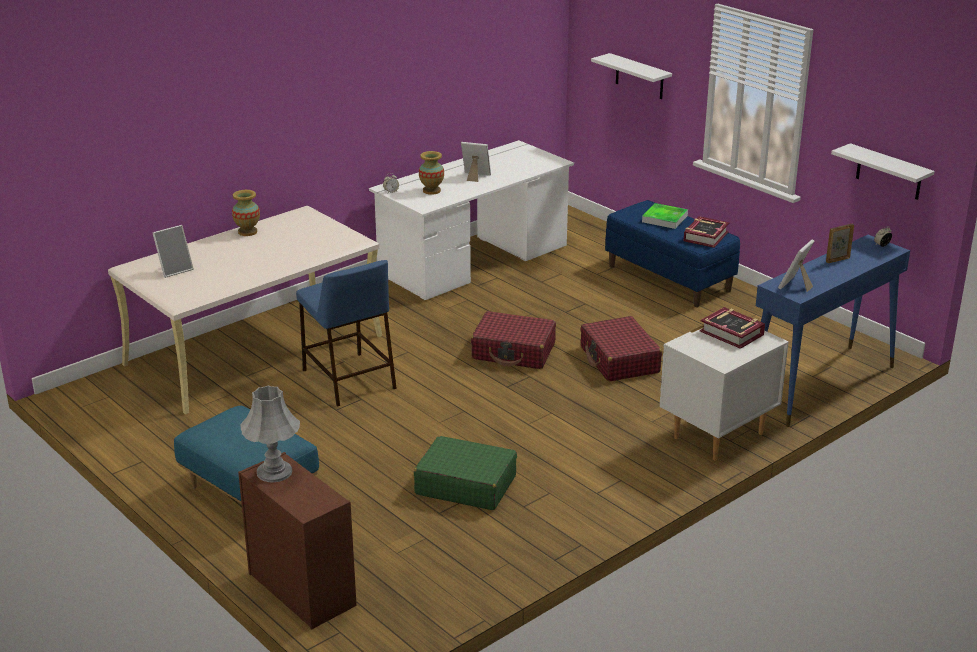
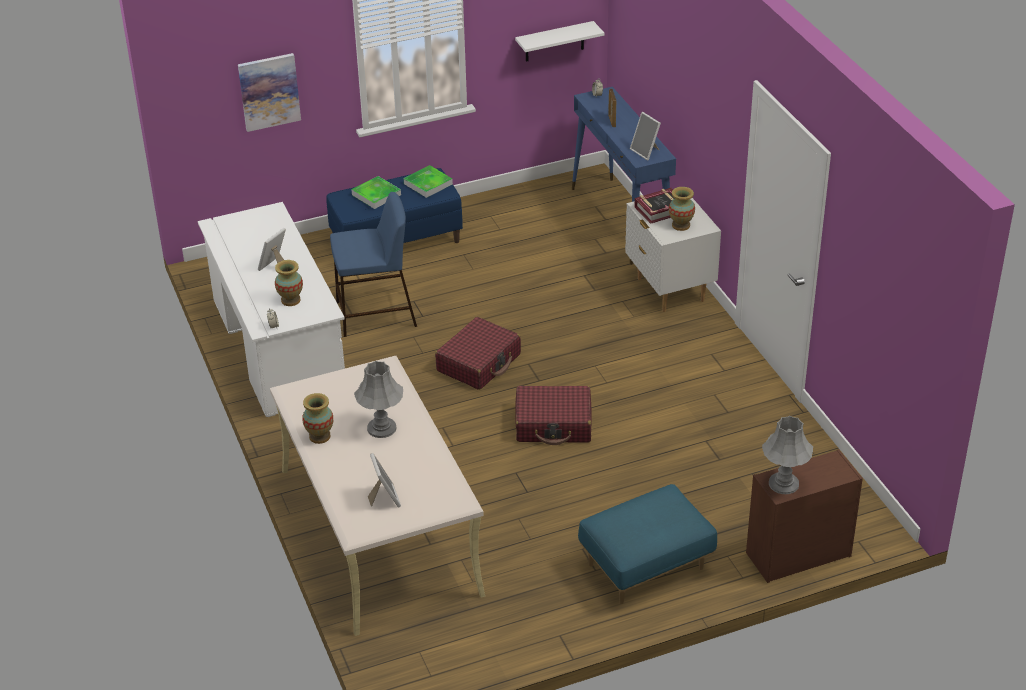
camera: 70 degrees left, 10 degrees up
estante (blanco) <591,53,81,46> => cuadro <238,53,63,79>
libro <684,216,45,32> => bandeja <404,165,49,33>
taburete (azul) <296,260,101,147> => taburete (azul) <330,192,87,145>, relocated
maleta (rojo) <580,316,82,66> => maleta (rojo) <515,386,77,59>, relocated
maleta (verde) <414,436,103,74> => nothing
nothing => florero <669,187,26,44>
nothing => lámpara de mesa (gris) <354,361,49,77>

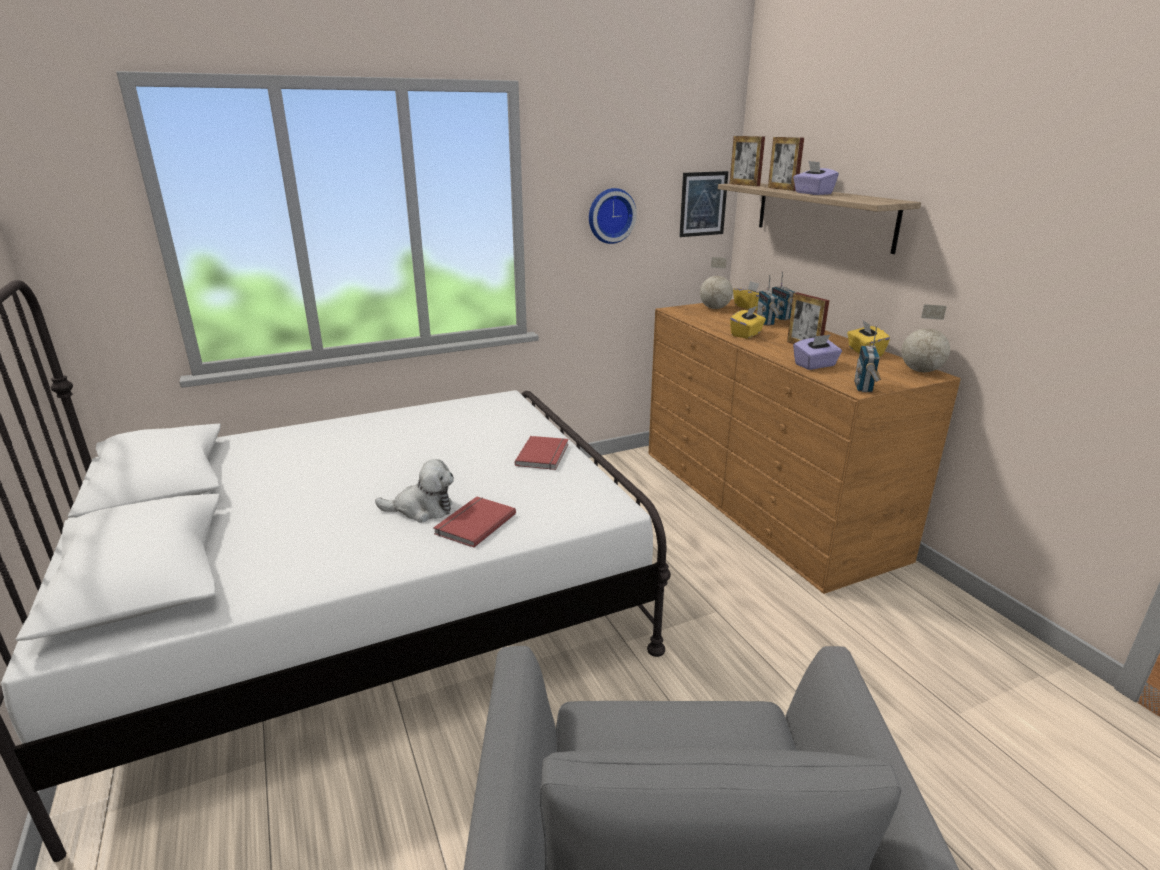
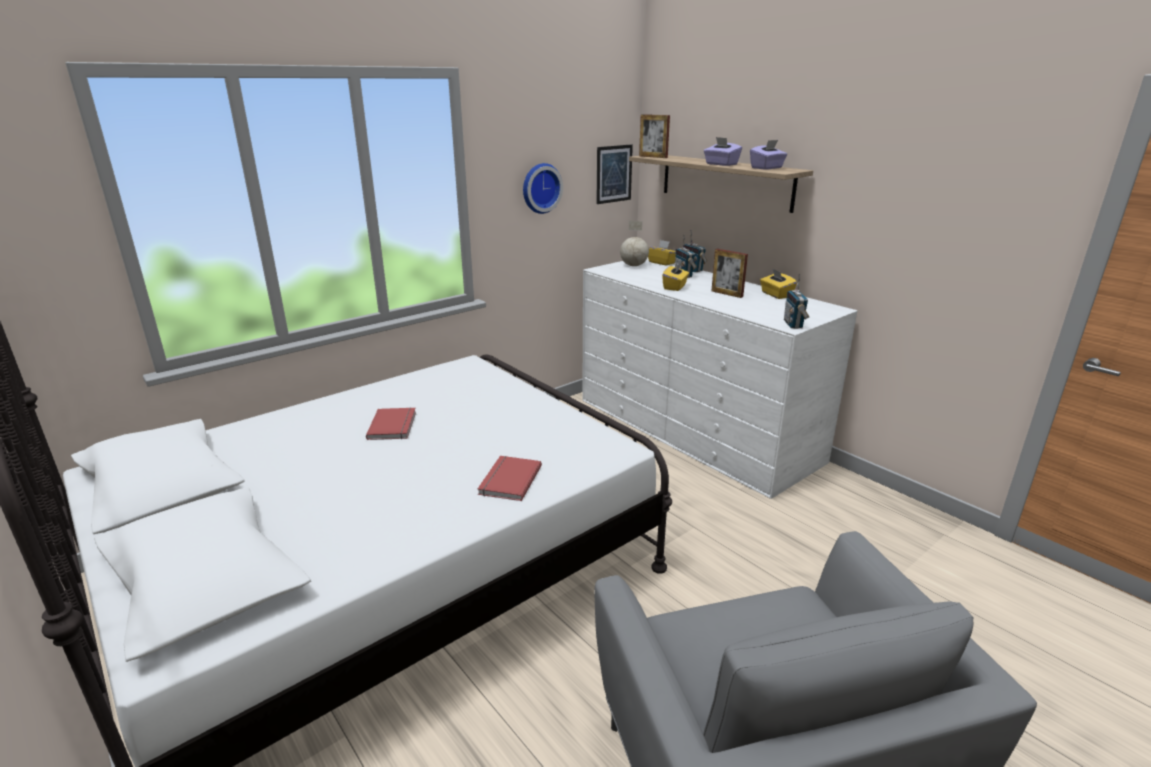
camera: 15 degrees left, 0 degrees up
portarretratos <768,137,36,54> => nothing
cómoda (marrón) <649,299,312,295> => cómoda (blanco) <582,258,275,241>
globo terráqueo <901,304,49,68> => nothing
caja de pañuelos (morado) <793,334,49,36> => caja de pañuelos (morado) <750,140,37,30>, relocated
libro (rojo) <515,436,54,34> => libro (rojo) <366,407,50,33>, relocated
peluche <375,459,79,64> => nothing

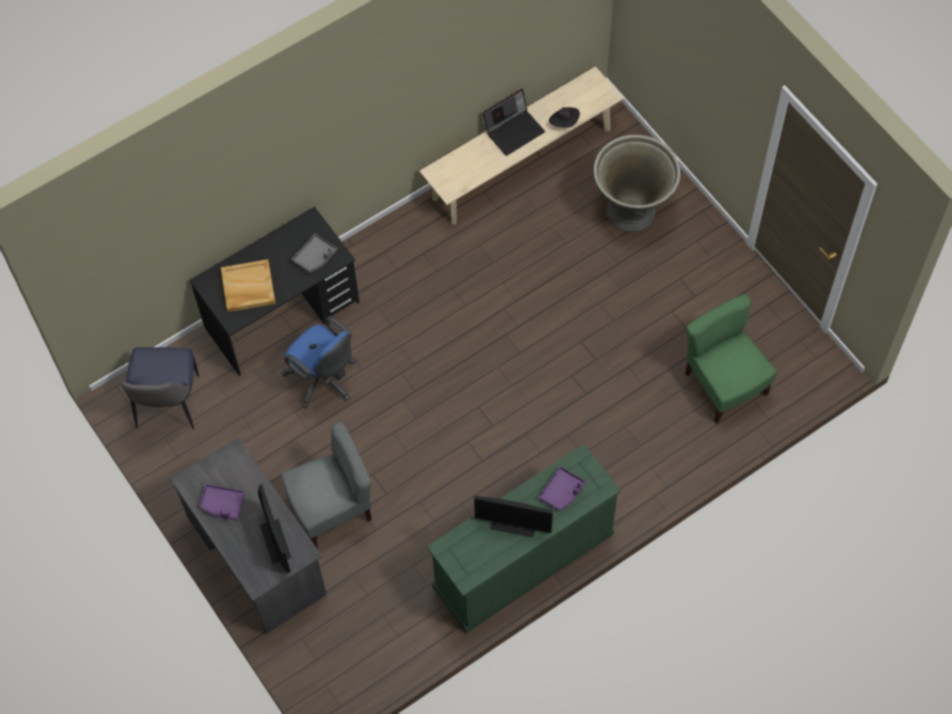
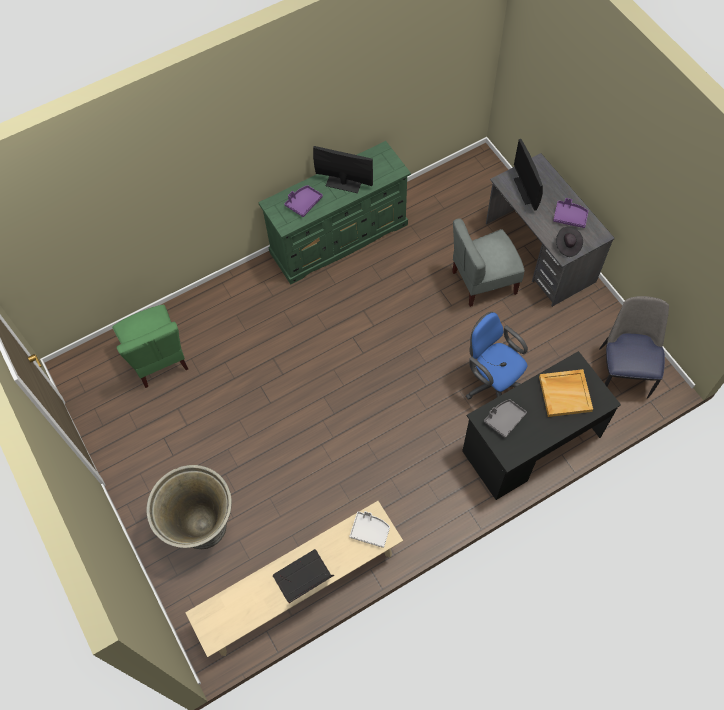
camera: 175 degrees left, 0 degrees up
sombrero (negro) <549,107,31,21> => sombrero (negro) <556,227,27,30>, relocated
nothing => bandeja (gris) <349,511,41,37>

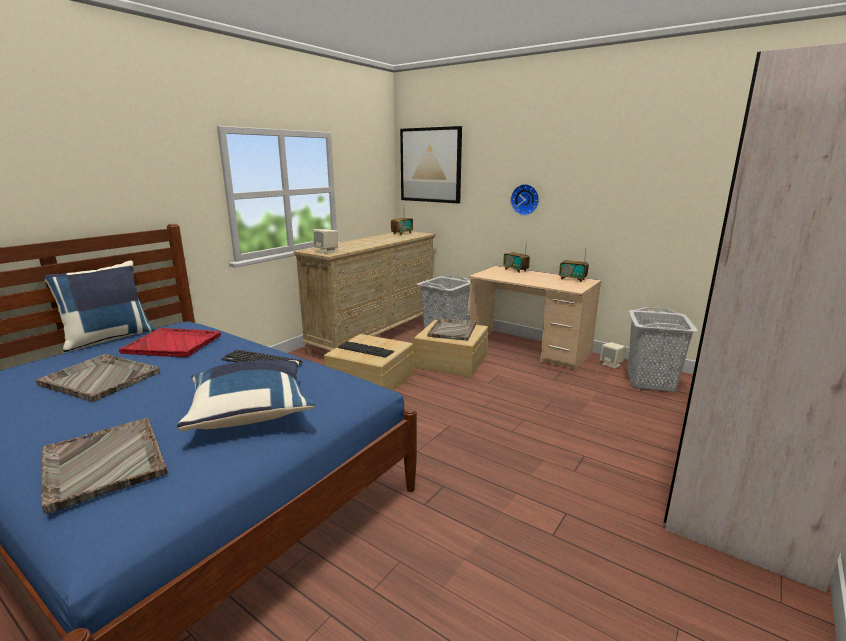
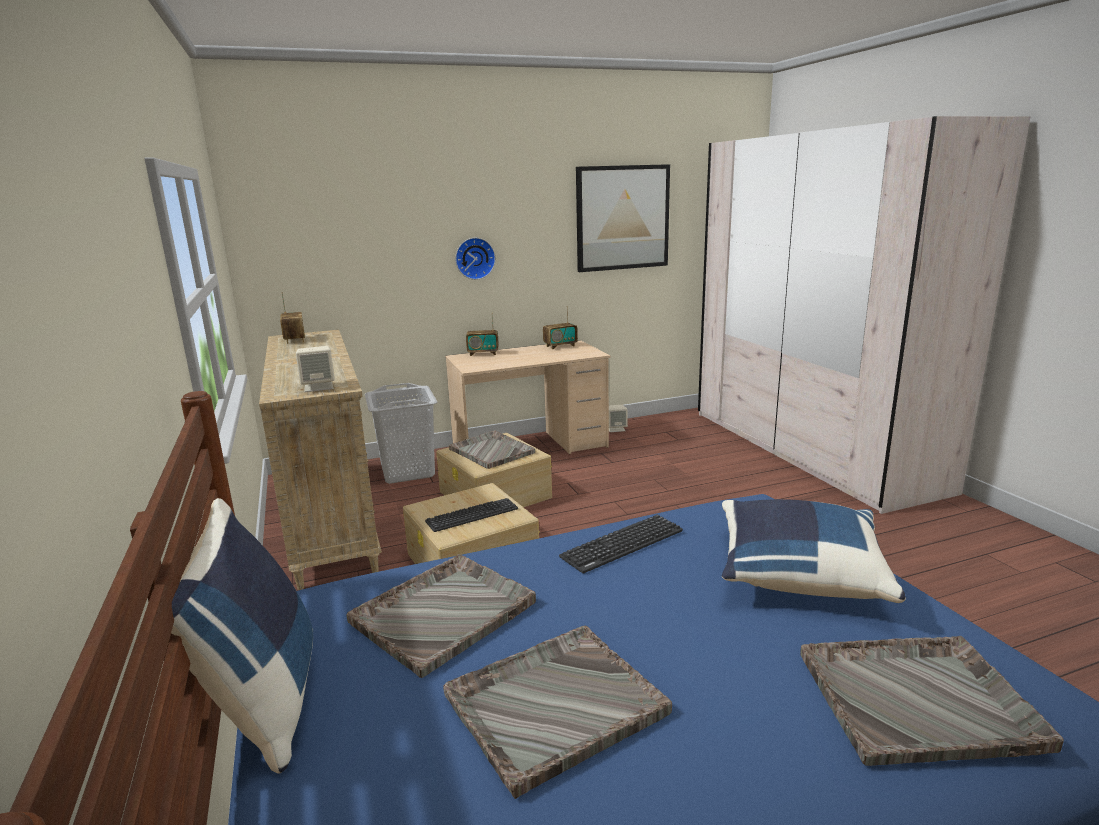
camera: 55 degrees left, 0 degrees up
cuadro <400,126,62,77> => cuadro <576,164,94,108>, relocated
cesto de la ropa (gris) <627,307,71,85> => nothing
bandeja (rojo) <119,328,102,29> => bandeja (gris) <347,554,189,124>

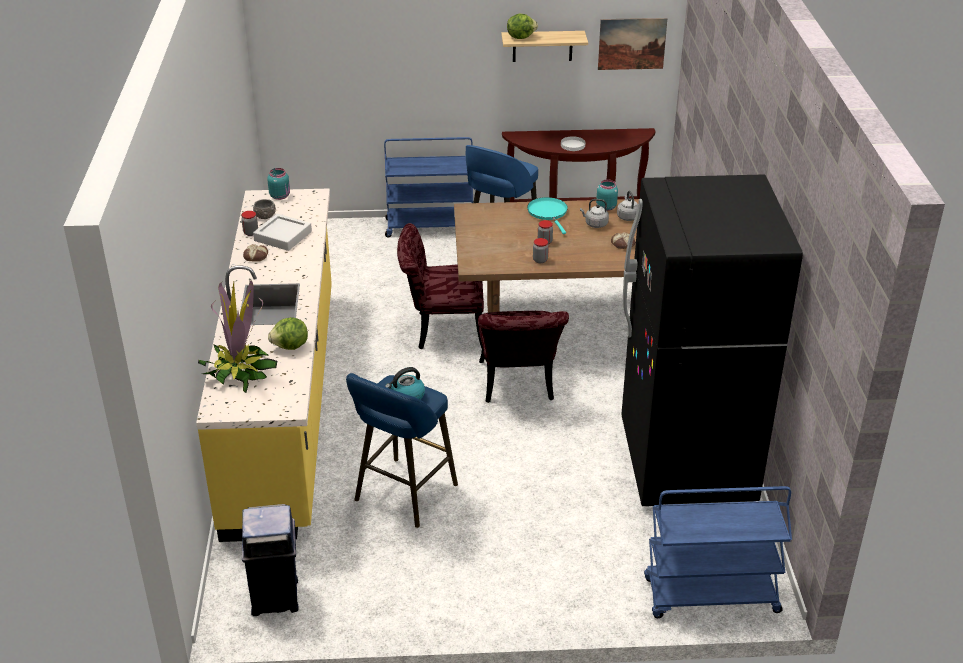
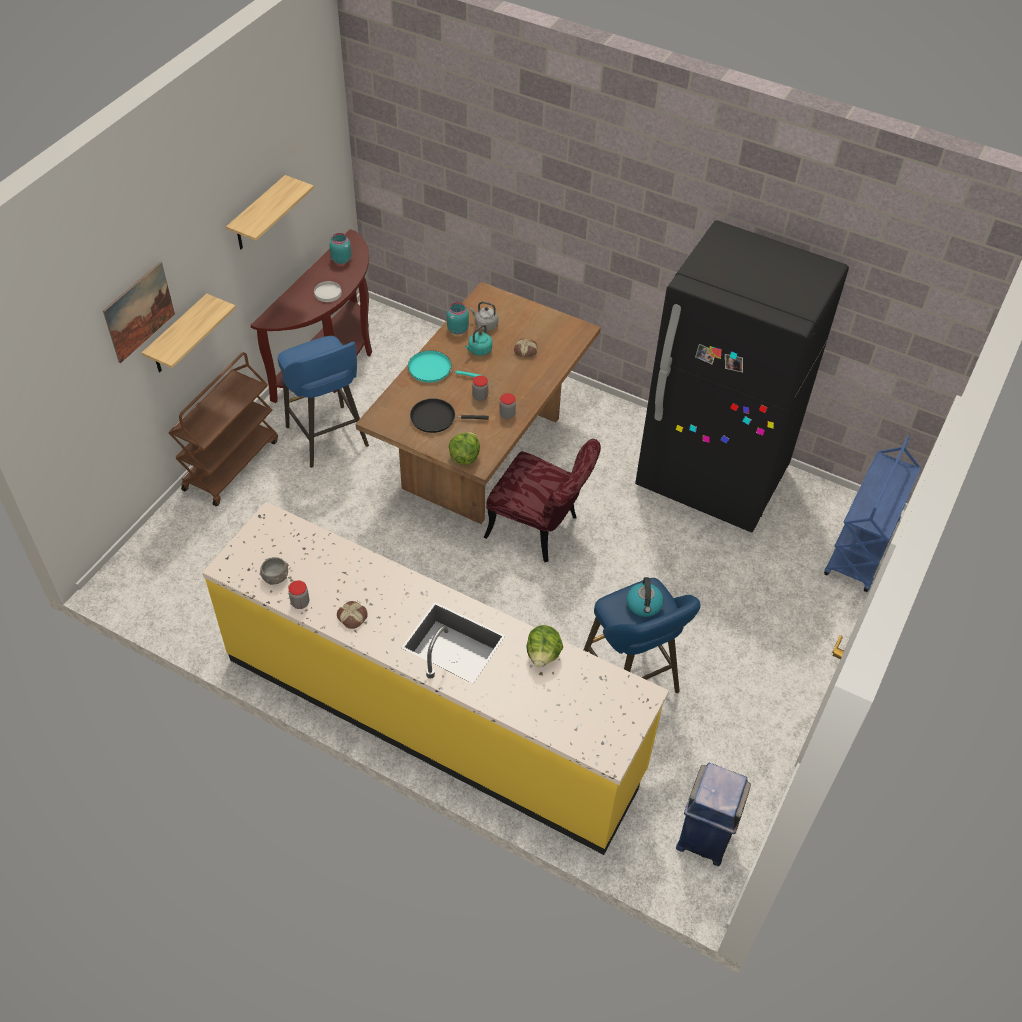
camera: 60 degrees left, 15 degrees up
lechuga <507,14,31,25> => lechuga <449,432,31,33>, relocated
cuadro <598,18,69,52> => cuadro <103,262,72,102>, relocated
carrito (azul) <384,137,89,100> => carrito (marrón) <169,352,109,154>
tarro (turquesa) <267,168,23,32> => tarro (turquesa) <329,233,22,31>, relocated
hervidor (gris) <580,199,29,29> => hervidor (turquesa) <465,325,27,31>
bandeja (gris) <253,214,59,37> => nothing
silla (rojo) <397,223,87,126> => nothing
planta en maceta <198,280,79,113> => nothing
nothing => estante <142,294,94,78>
nothing => sartén (negro) <410,399,79,34>

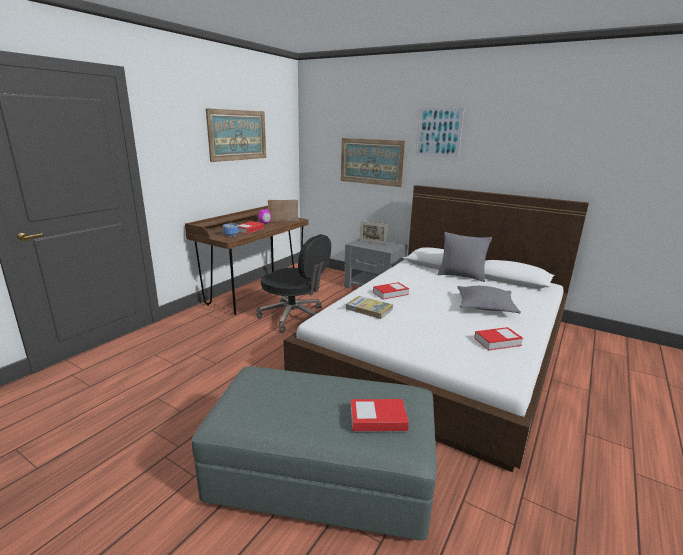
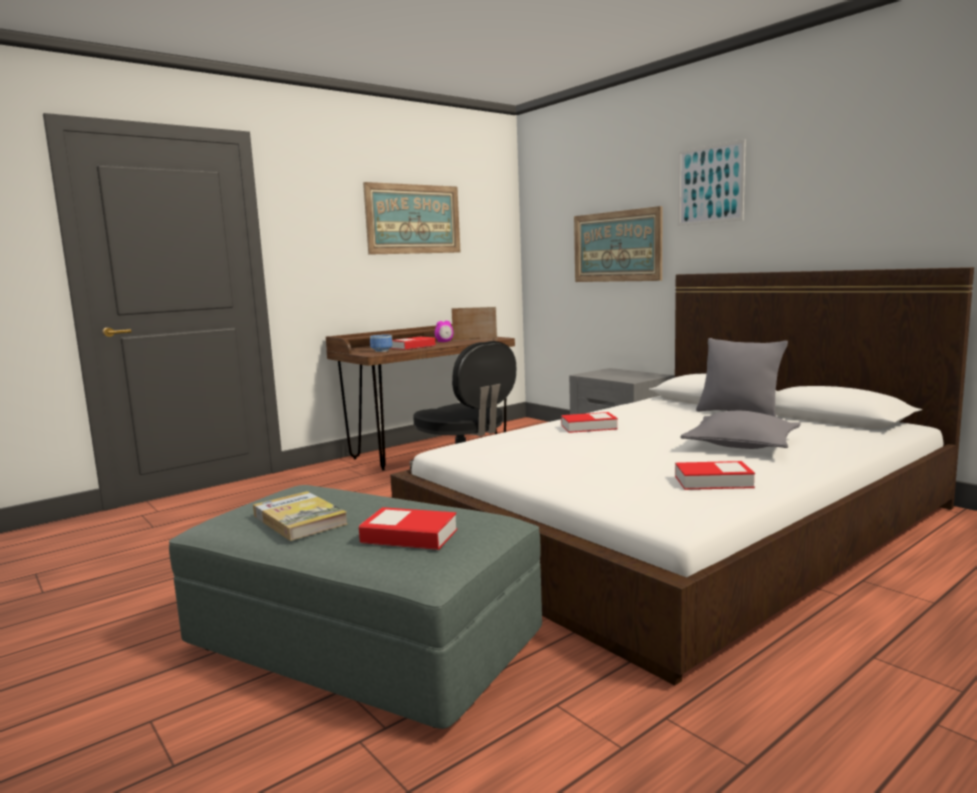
camera: 20 degrees right, 10 degrees down
portarretratos <360,221,28,24> => nothing
libro <346,296,47,23> => libro <253,491,95,50>, relocated

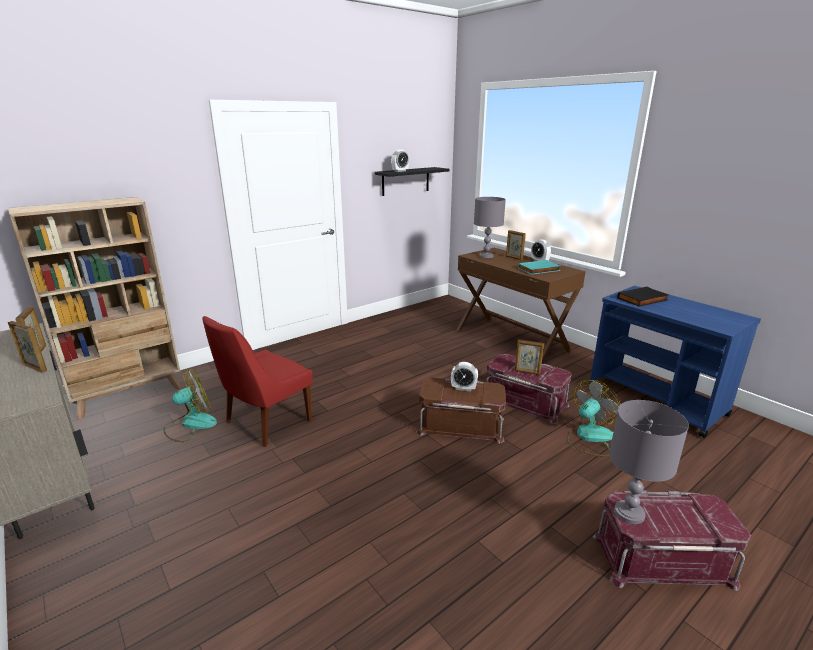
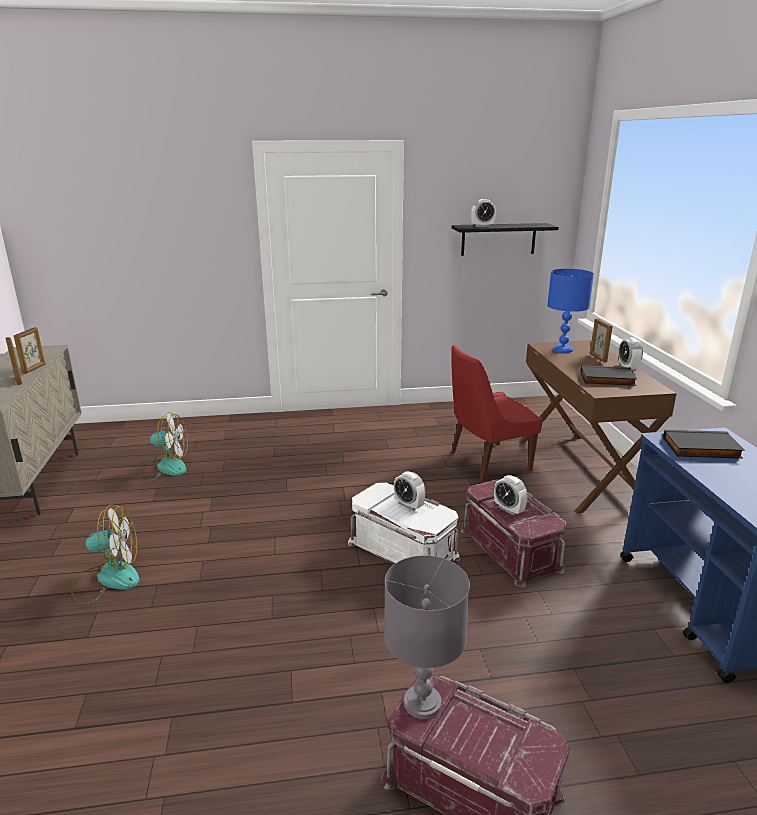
camera: 30 degrees right, 0 degrees up
estantería (beis) <8,197,174,222> => nothing
lámpara de mesa (gris) <474,197,32,61> => lámpara de mesa (azul) <547,269,47,84>
libro (turquesa) <518,260,42,15> => libro (negro) <580,365,57,21>
silla (rojo) <202,316,111,131> => silla (rojo) <451,345,92,136>, relocated
portarretratos <515,339,29,36> => despertador <494,475,33,41>
caja de almacenaje (marrón) <417,377,89,67> => caja de almacenaje (blanco) <348,483,113,81>
ventilador <567,380,53,77> => ventilador <71,505,68,100>, relocated

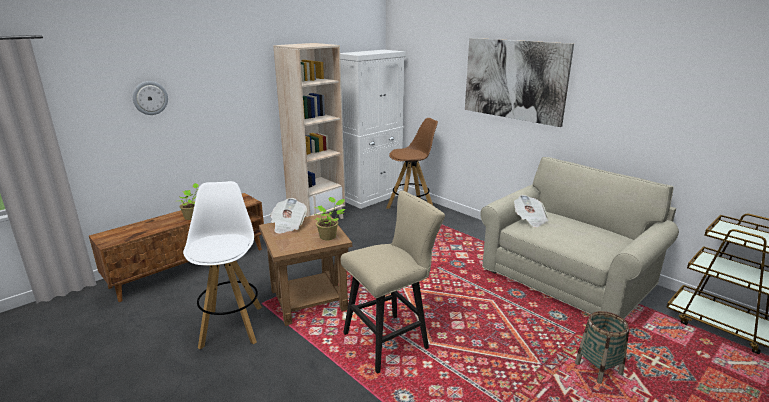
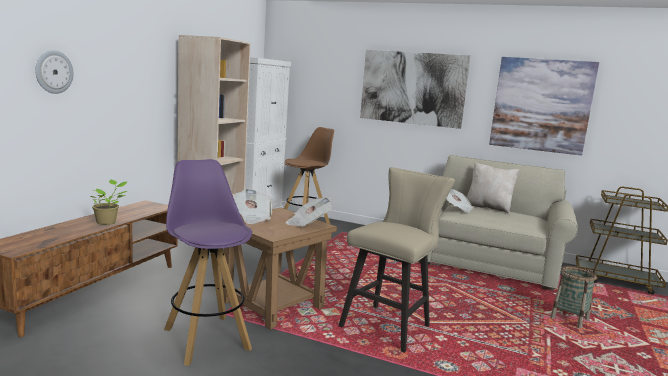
camera: 25 degrees left, 10 degrees down
taburete (blanco) <183,181,79,168> => taburete (morado) <164,159,88,207>
planta en maceta <314,197,32,43> => periódico <286,197,46,30>
nothing => cuadro <489,57,110,99>
nothing => cojín (beis) <467,162,52,52>

